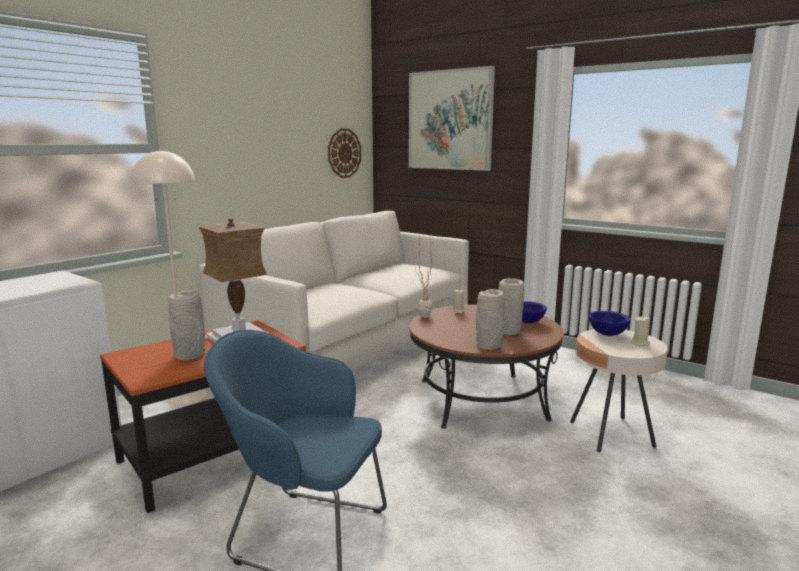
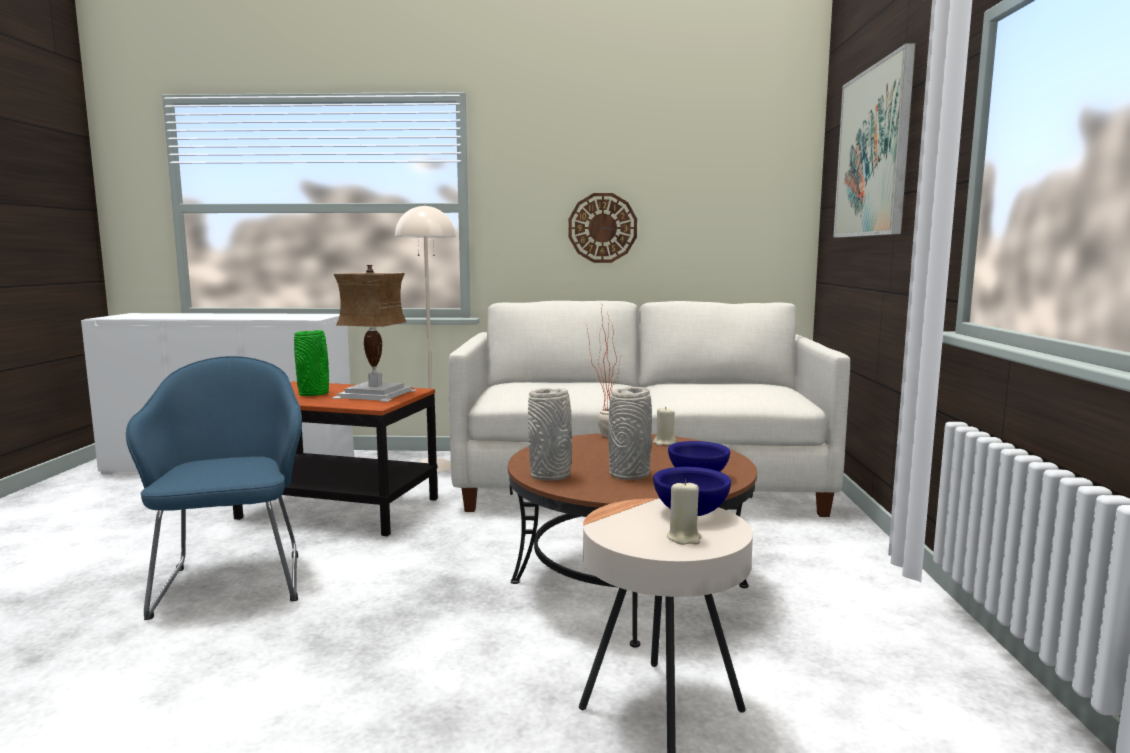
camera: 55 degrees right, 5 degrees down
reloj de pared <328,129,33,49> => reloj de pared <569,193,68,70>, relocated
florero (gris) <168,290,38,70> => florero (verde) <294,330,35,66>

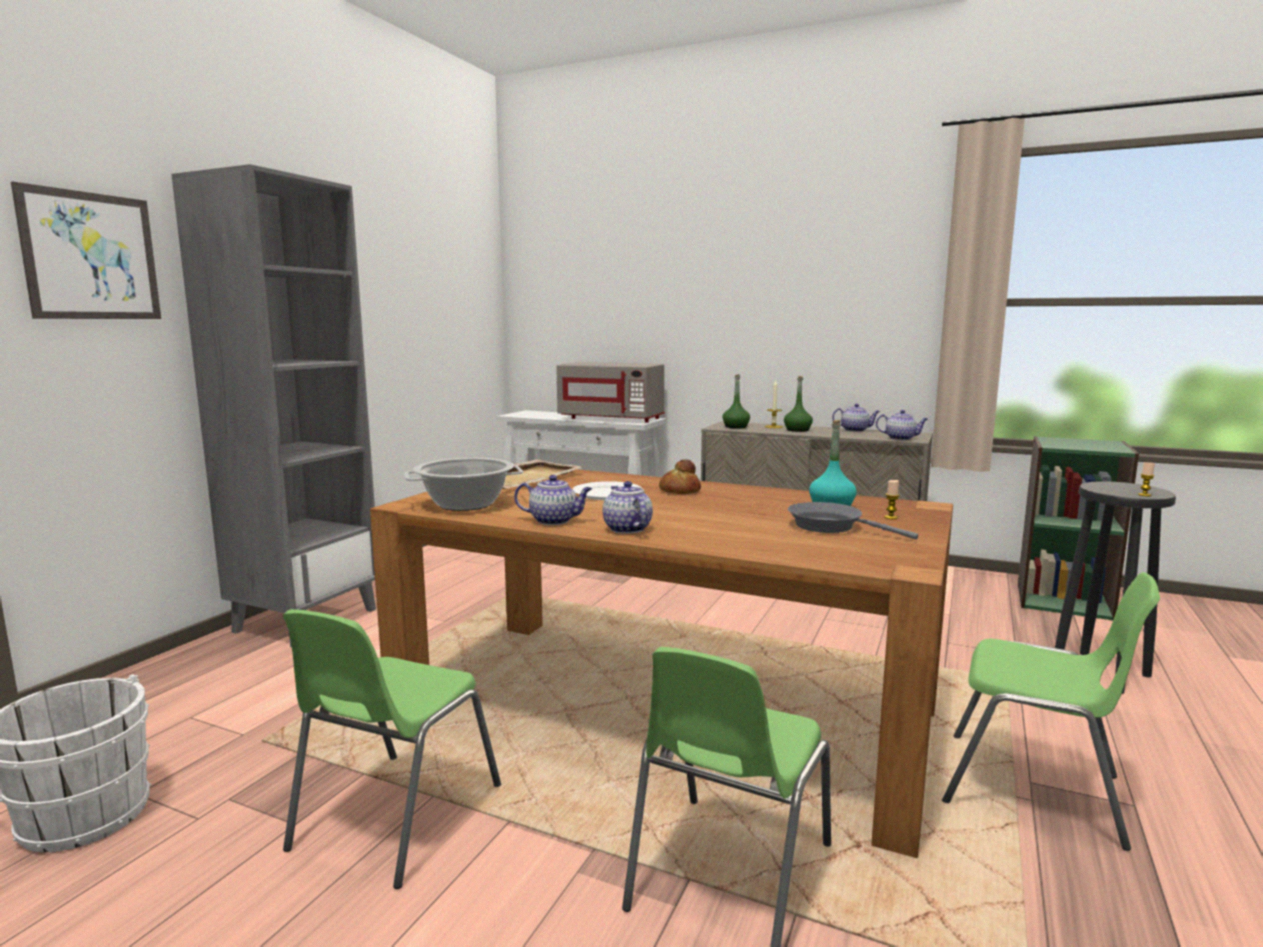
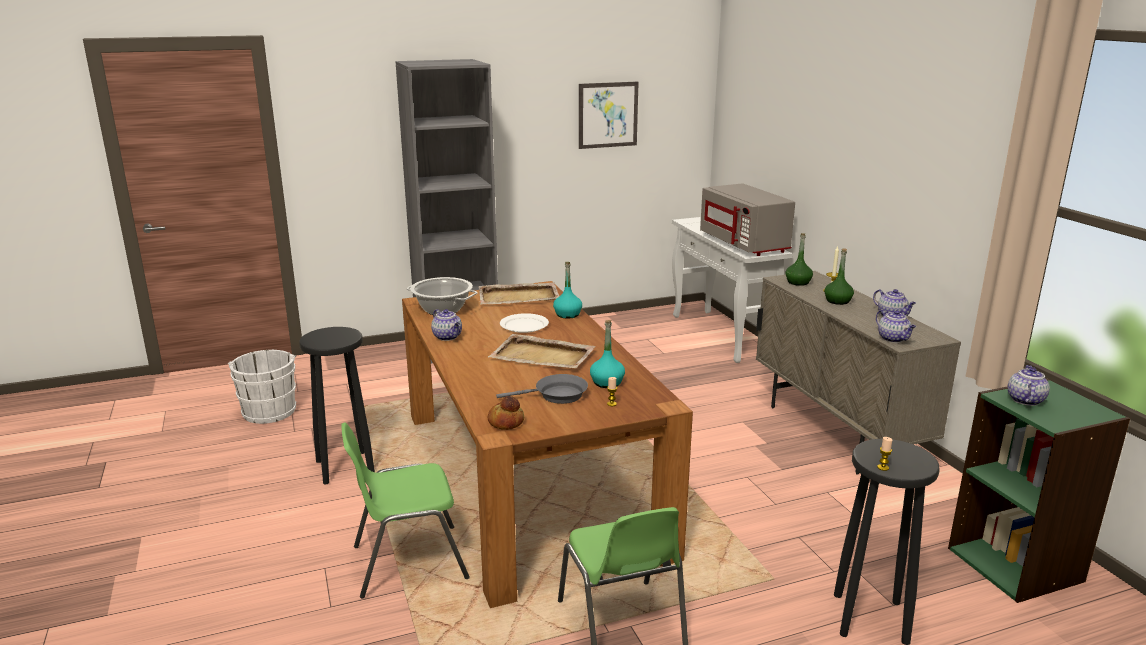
camera: 45 degrees right, 10 degrees up
cuadro <11,182,150,137> => cuadro <579,82,60,67>, relocated
pan <659,459,42,35> => pan <487,396,37,34>, relocated
tetera <603,481,50,53> => tetera <1008,365,42,41>, relocated
sartén (gris) <788,502,130,38> => sartén (gris) <496,374,92,30>, 90 degrees clockwise
silla (verde) <283,609,218,280> => taburete (negro) <299,327,76,157>
nothing => botella (turquesa) <553,262,29,57>
nothing => bandeja (beis) <488,334,108,34>

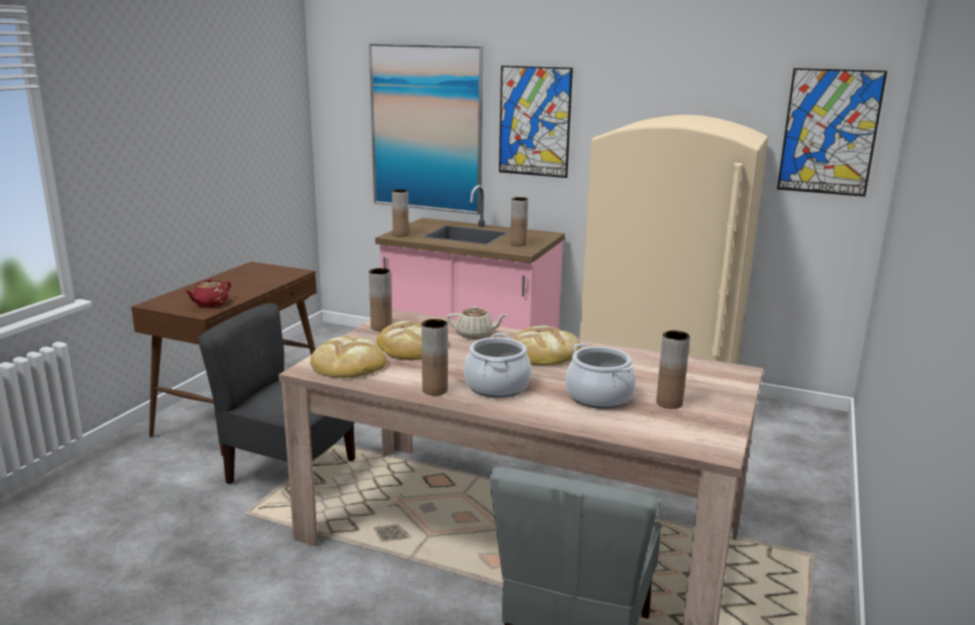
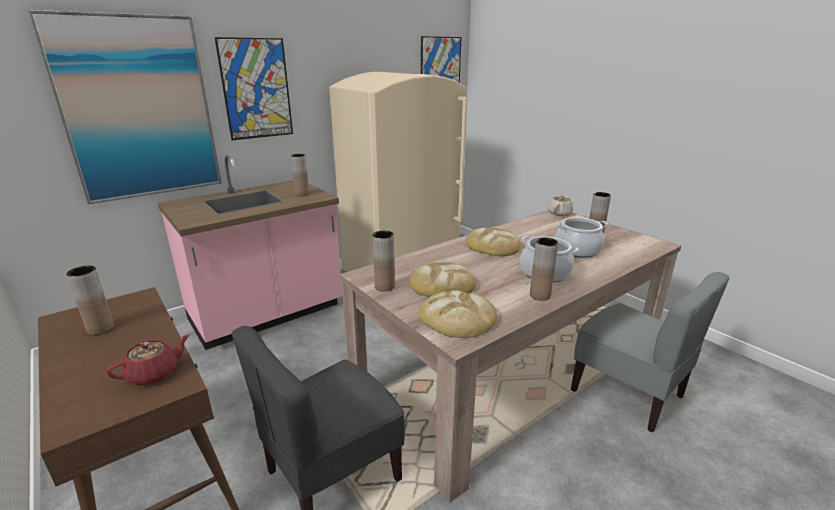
camera: 60 degrees left, 5 degrees up
florero (marrón) <392,189,17,48> => florero (marrón) <66,266,48,69>, relocated
tetera (rojo) <185,278,46,29> => tetera (rojo) <106,334,83,51>, 105 degrees counterclockwise
tetera (beis) <447,306,60,33> => tetera (beis) <548,194,25,22>, relocated

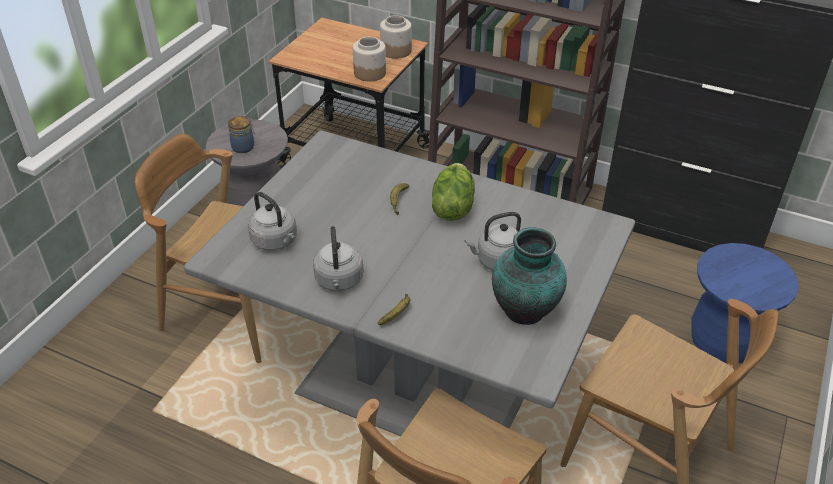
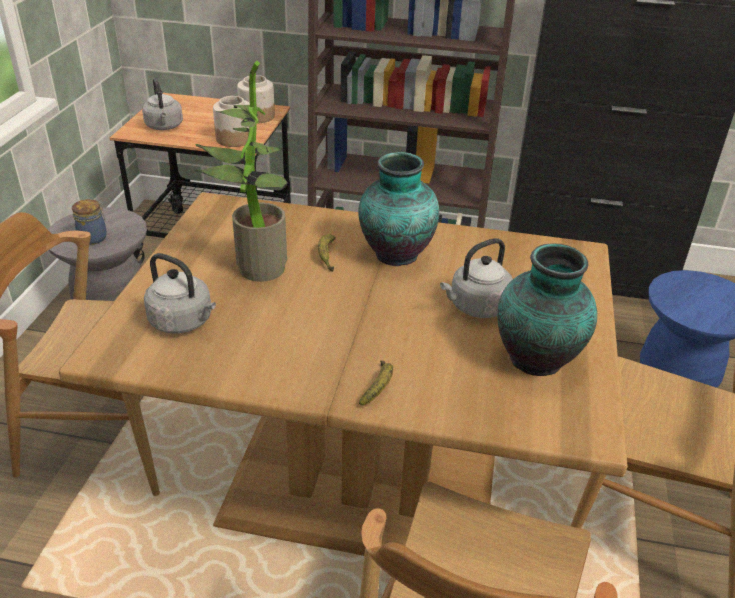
camera: 15 degrees left, 5 degrees down
mesa de comedor (gris) <184,130,451,306> => mesa de comedor (marrón) <59,192,569,364>
lechuga <432,163,43,58> => florero <358,152,81,114>
hervidor (gris) <313,226,50,65> => hervidor (gris) <142,78,41,52>, relocated
nothing => planta en maceta <193,61,95,221>

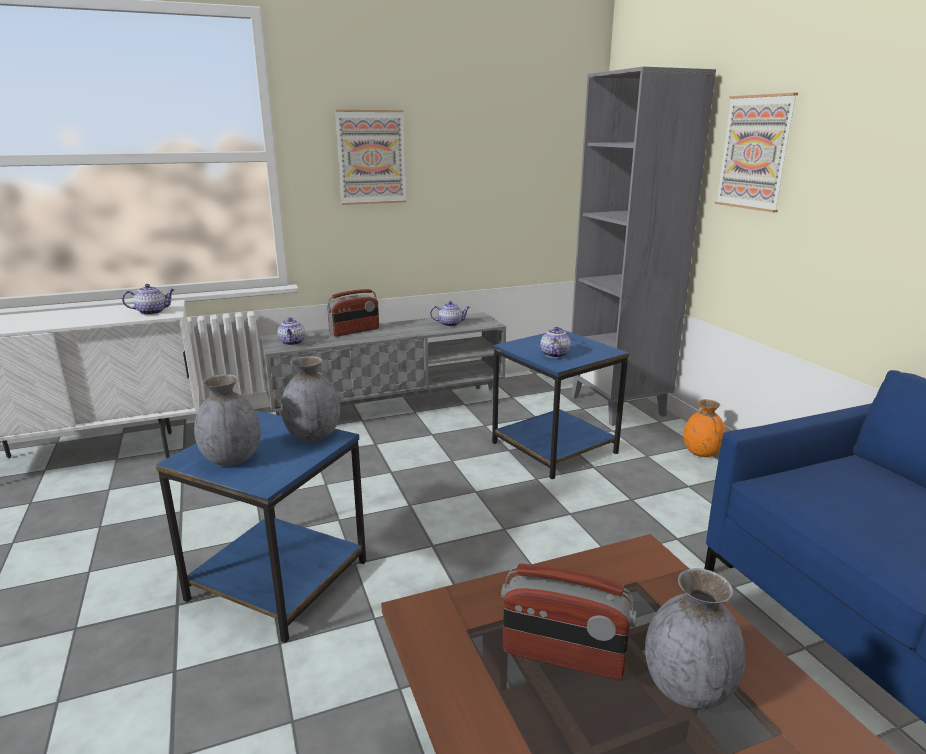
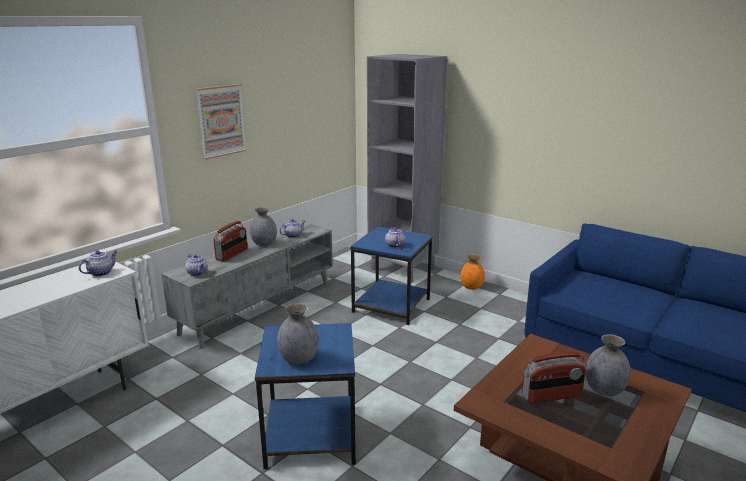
camera: 30 degrees left, 0 degrees up
cuadro <715,93,83,119> => nothing
florero (gris) <281,356,59,85> => florero (gris) <250,207,27,39>, relocated

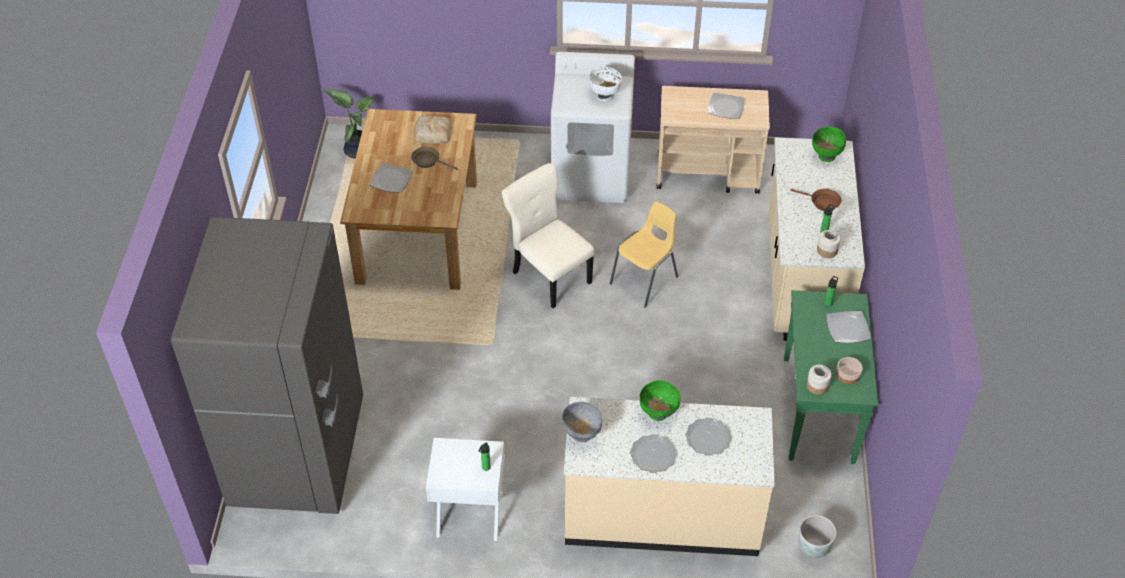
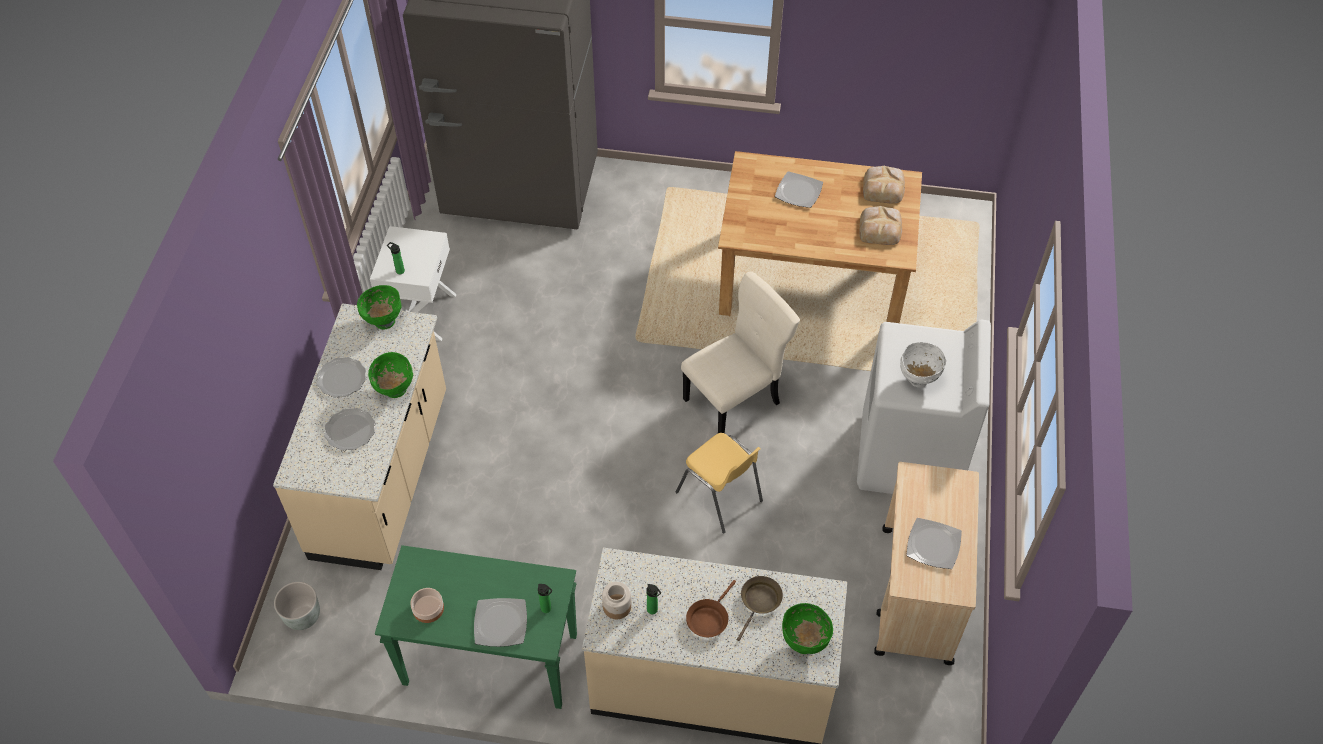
camera: 95 degrees right, 5 degrees up
planta en maceta <323,89,51,70> => nothing
sartén (marrón) <411,147,47,23> => sartén (marrón) <737,576,46,65>, relocated
tarro <807,365,25,30> => nothing
cuenco (gris) <562,402,40,40> => cuenco (verde) <357,285,44,44>
nothing => pan <863,166,42,38>

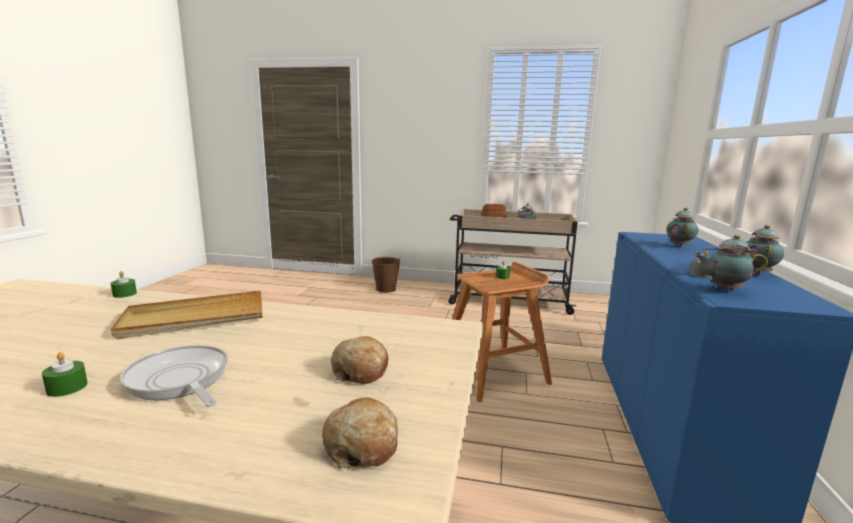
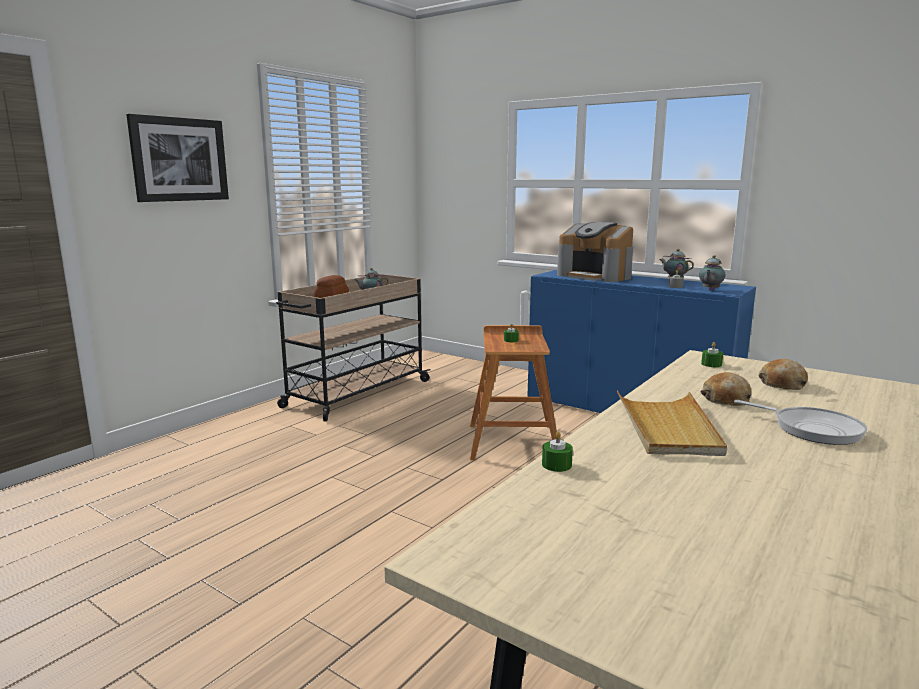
camera: 65 degrees left, 0 degrees up
tetera <666,208,33,39> => cafetera <557,222,76,60>
cubo (marrón) <372,257,28,36> => nothing
sartén <120,345,108,62> => sartén <734,400,133,45>, 120 degrees counterclockwise
vela (verde) <42,352,46,45> => vela (verde) <701,342,22,25>, relocated
pan <322,397,76,72> => pan <701,372,50,34>, relocated
nothing => cuadro <126,114,103,88>

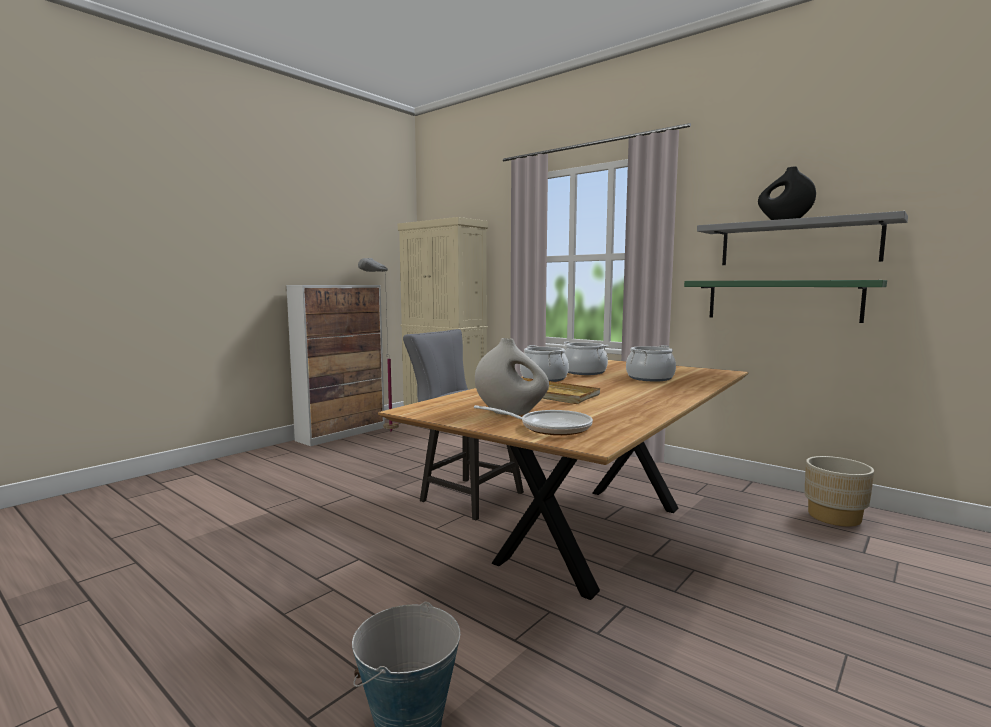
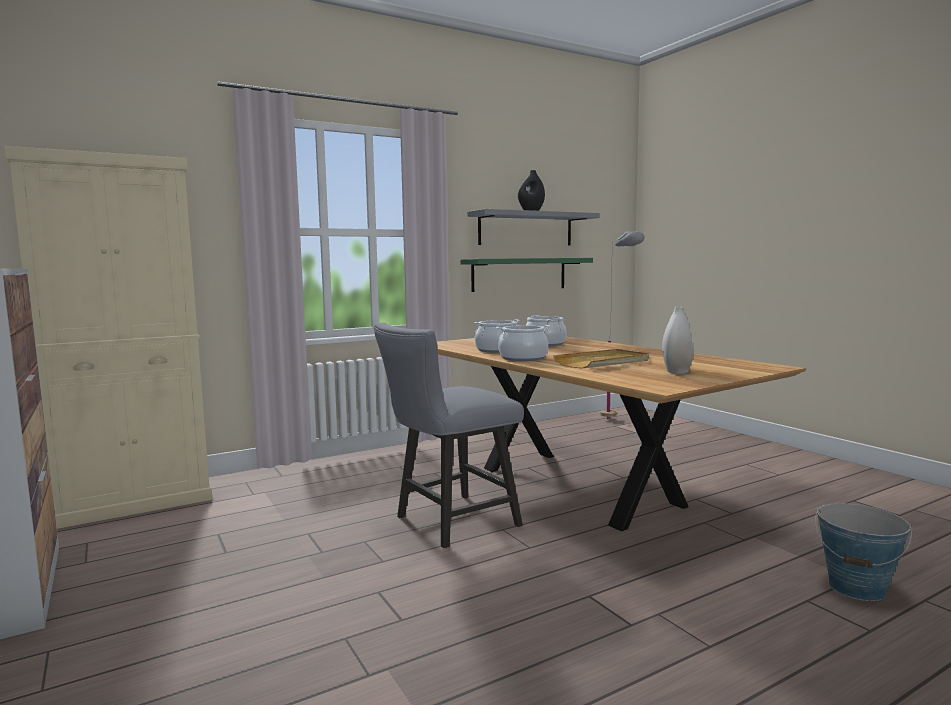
camera: 70 degrees left, 0 degrees up
lámpara de pie (gris) <358,258,41,174> => lámpara de pie (gris) <600,231,45,189>, relocated
sartén <474,405,119,30> => nothing
maceta (beis) <805,456,69,71> => nothing

